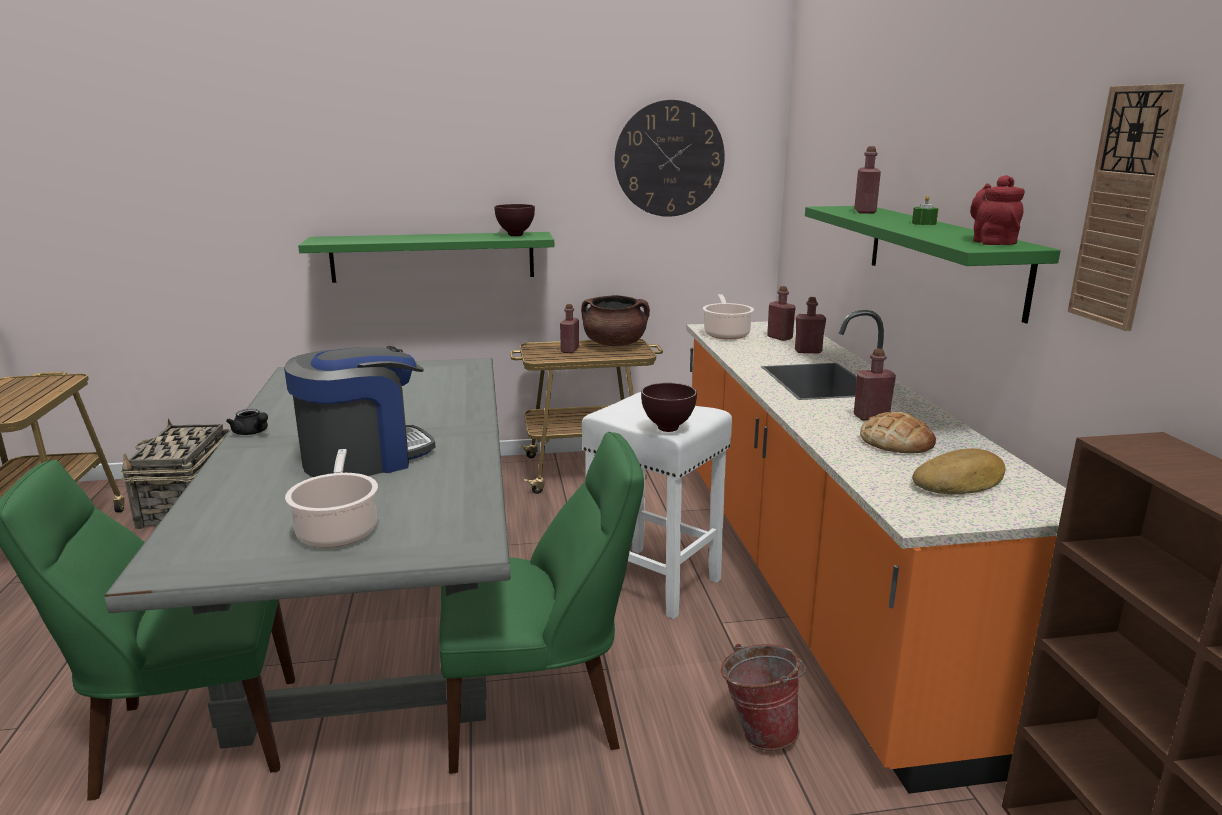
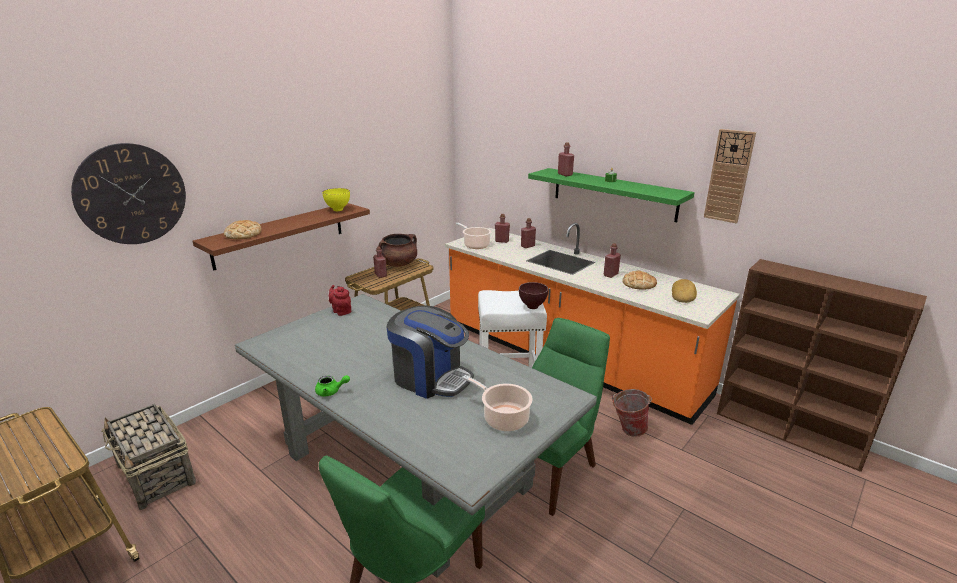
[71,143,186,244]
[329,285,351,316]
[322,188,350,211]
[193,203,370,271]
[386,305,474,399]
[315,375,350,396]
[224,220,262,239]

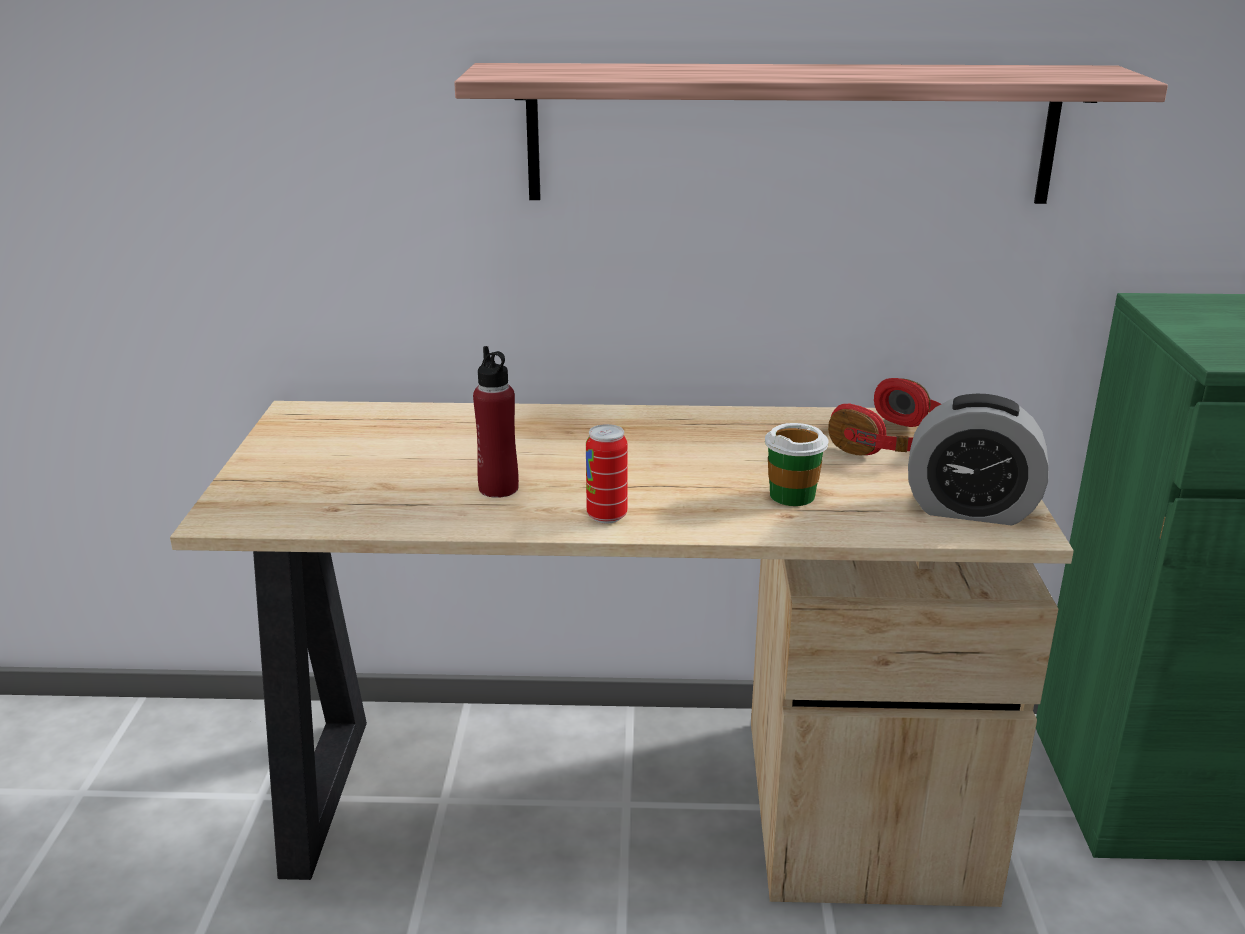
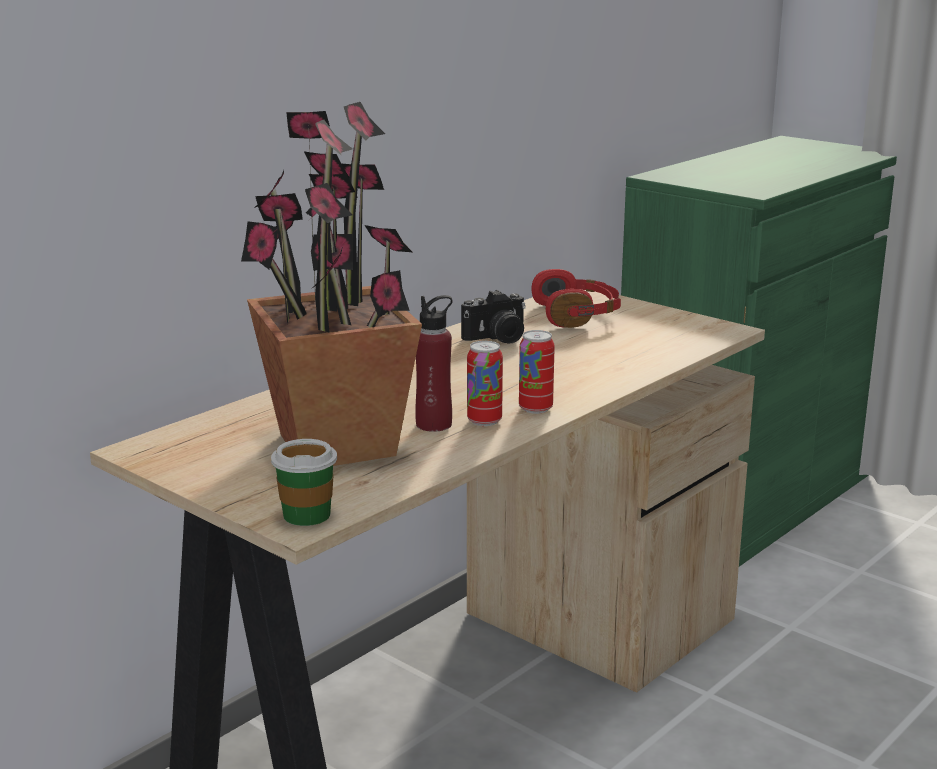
[454,63,1168,204] (first image)
[908,394,1049,525] (first image)
[271,439,337,526]
[241,102,422,466]
[461,290,526,343]
[467,341,503,426]

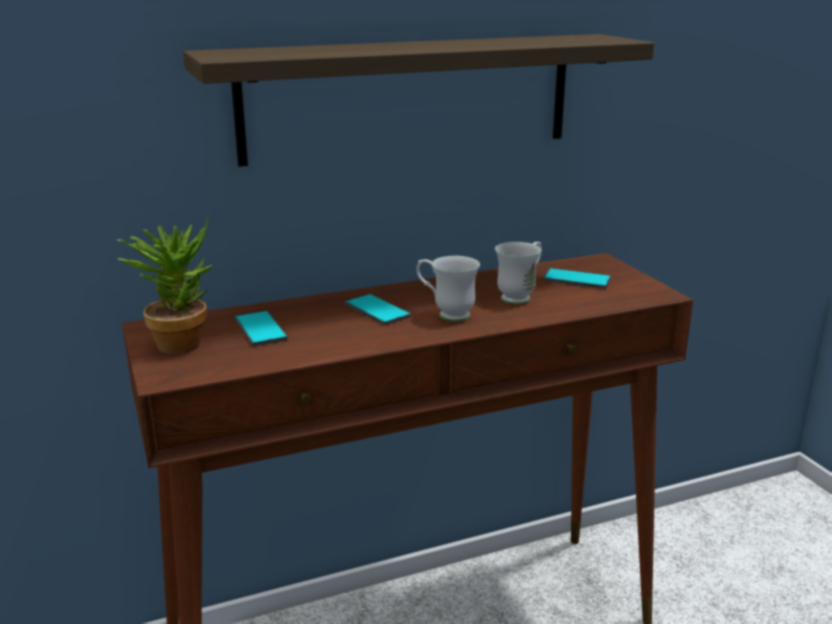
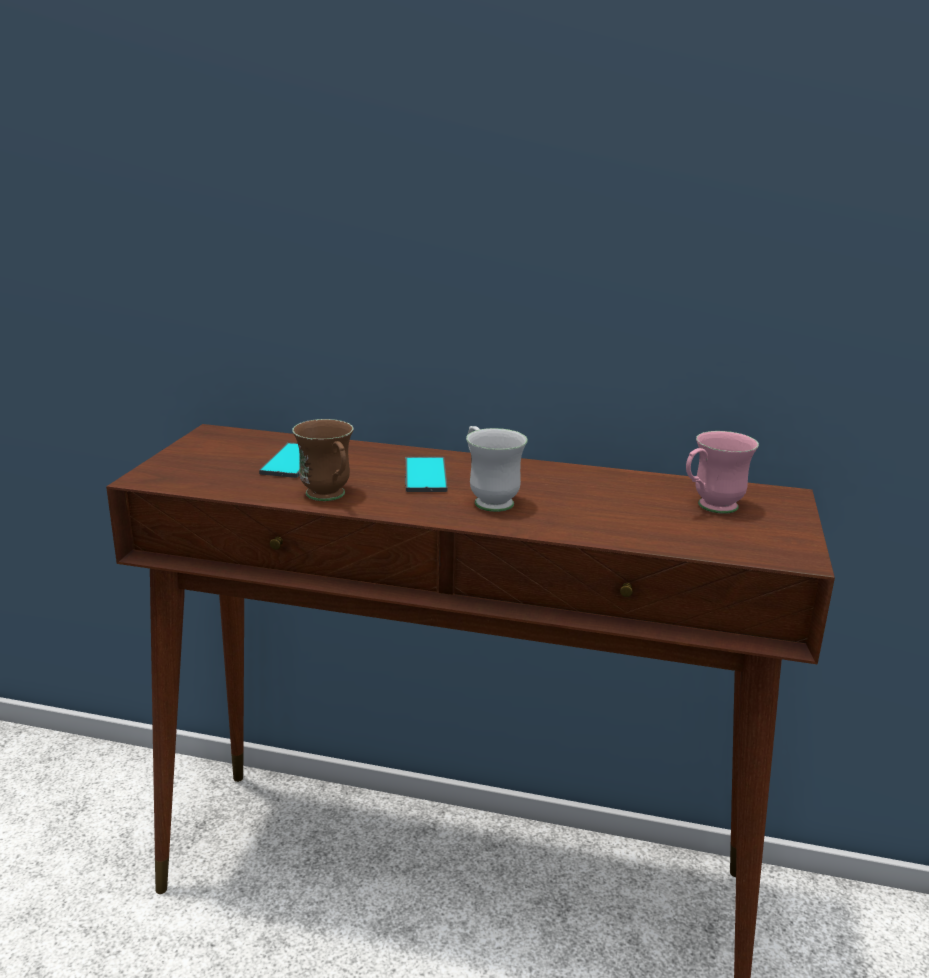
[183,34,654,167] (first image)
[118,218,213,354] (first image)
[495,242,542,304] (first image)
[686,431,759,514]
[292,419,353,501]

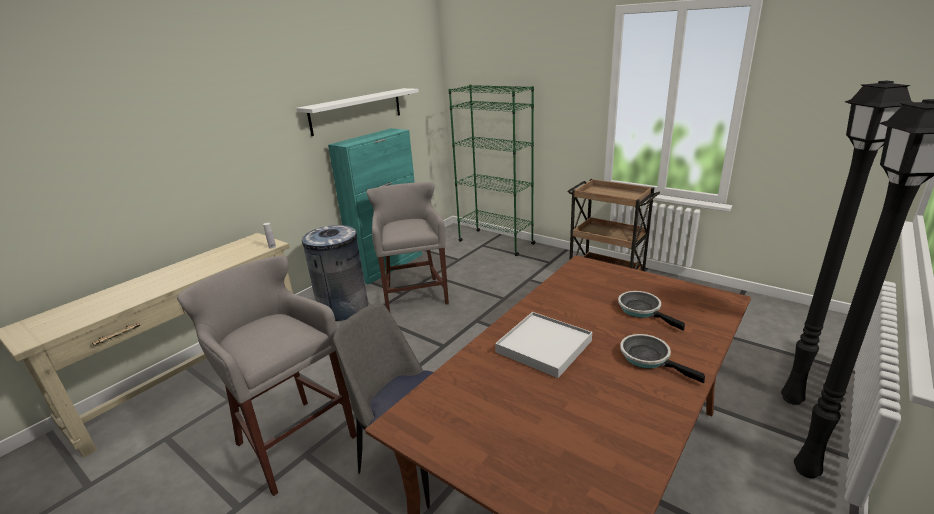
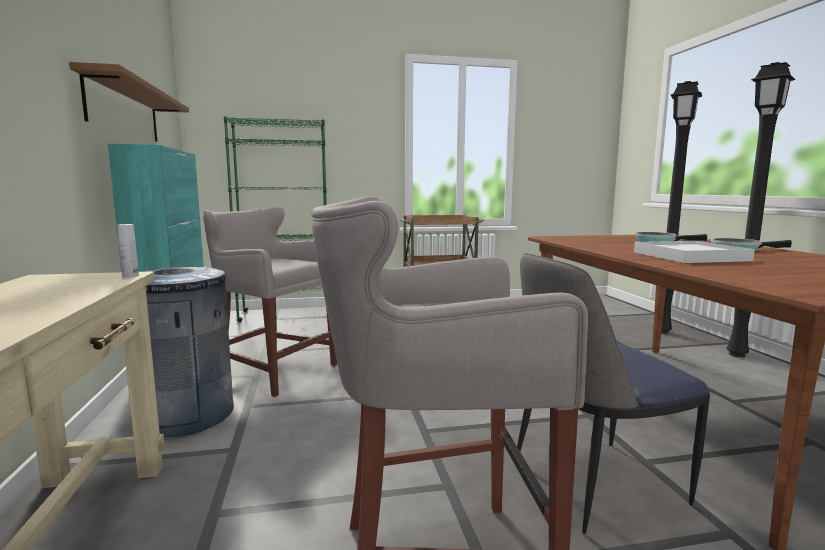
[69,62,189,142]

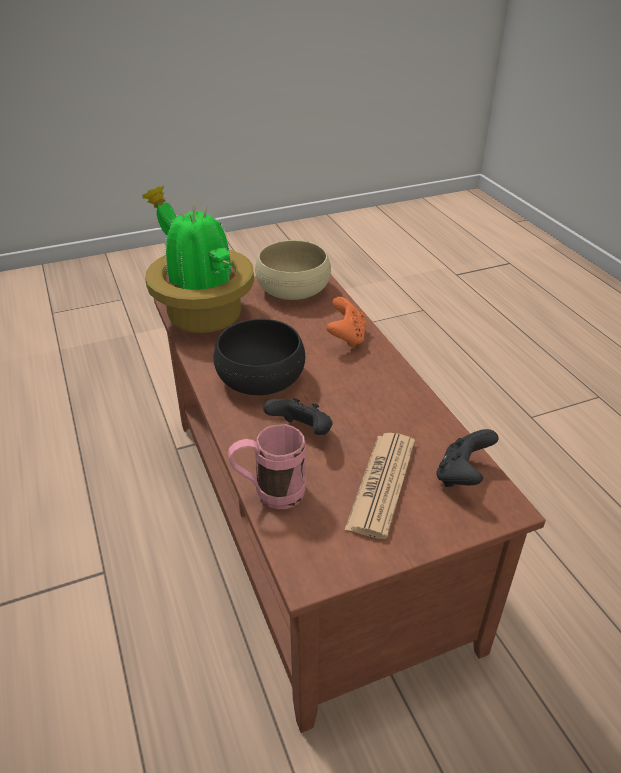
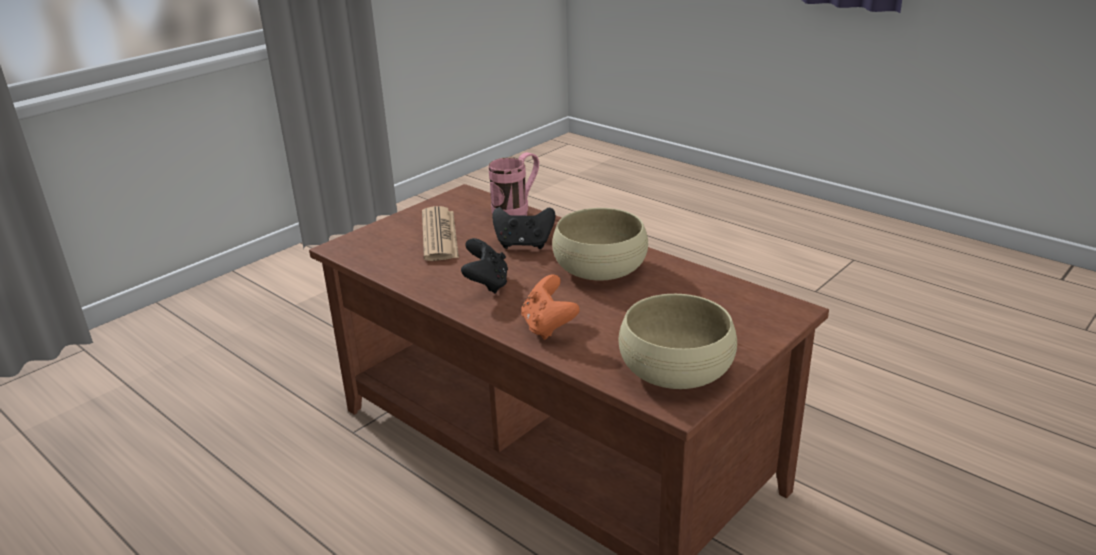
[142,185,254,333] (first image)
[552,208,648,281]
[461,238,508,294]

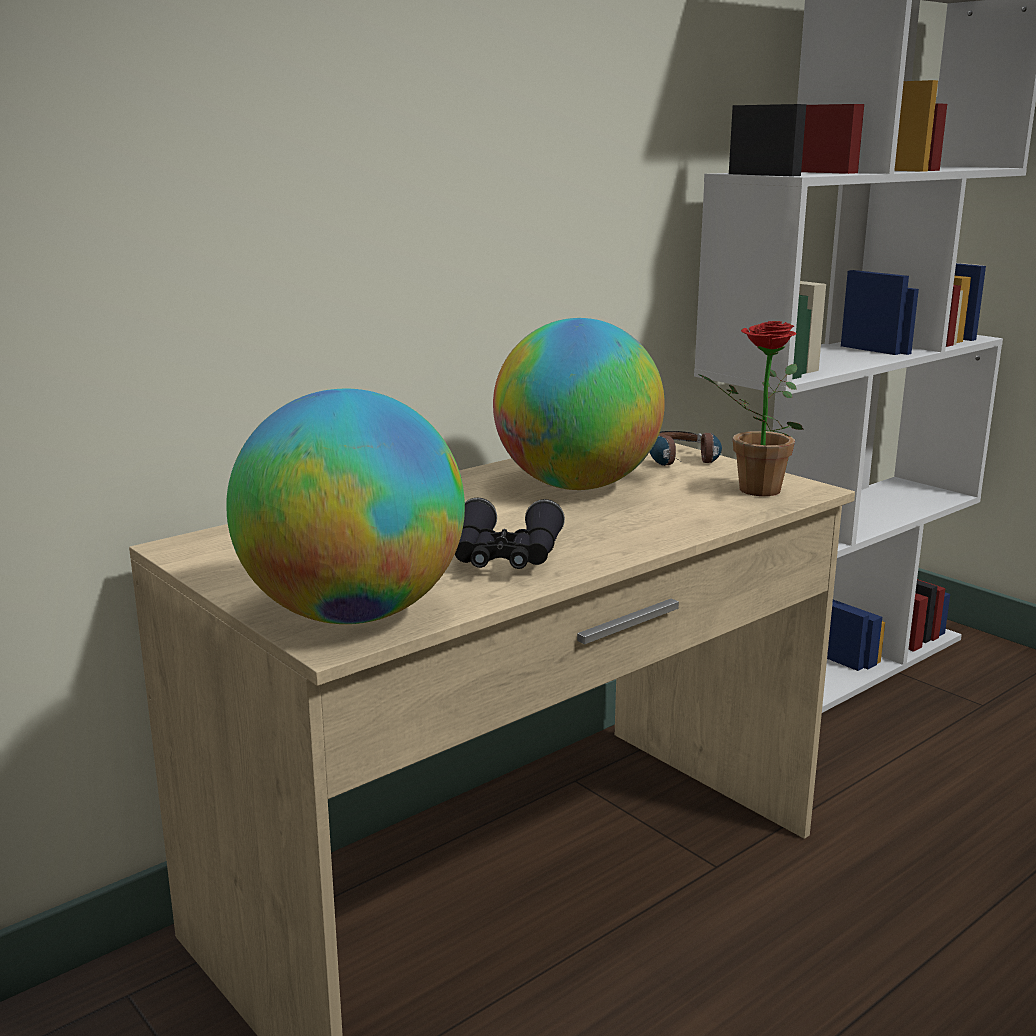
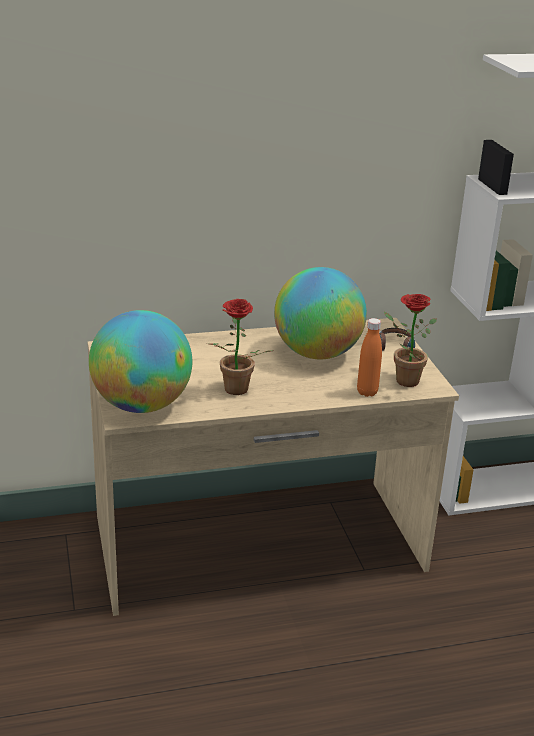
[208,299,272,395]
[357,318,382,397]

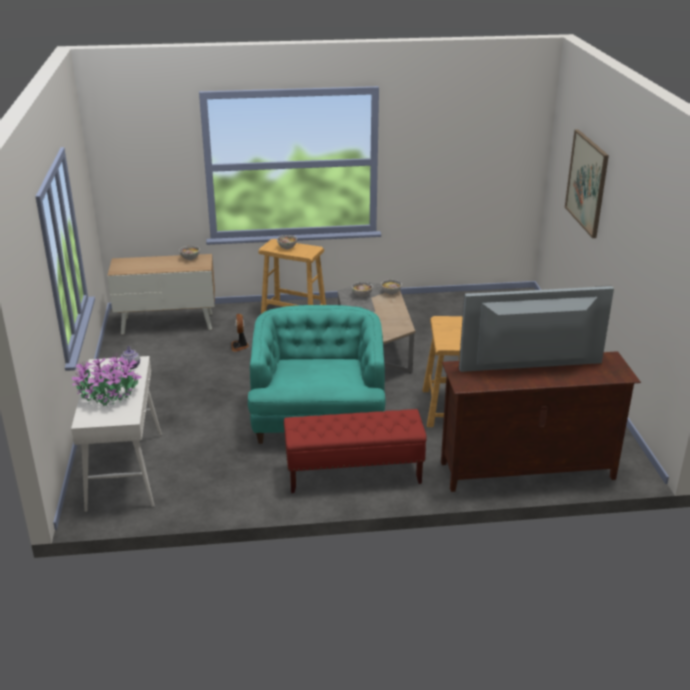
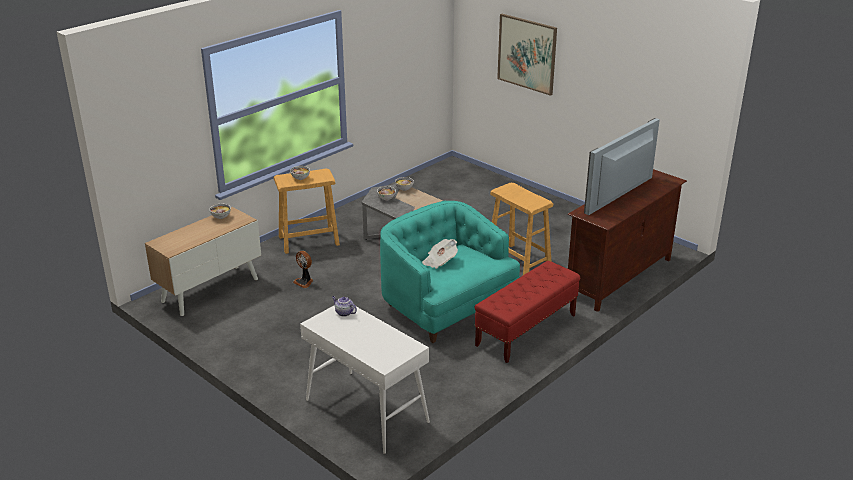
[72,352,142,406] (first image)
[422,239,458,269]

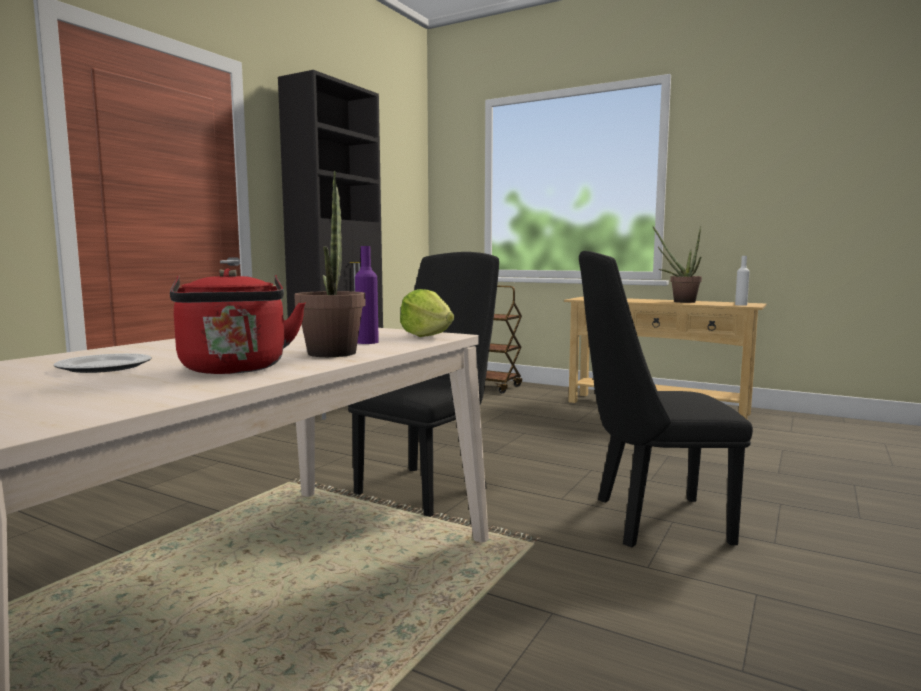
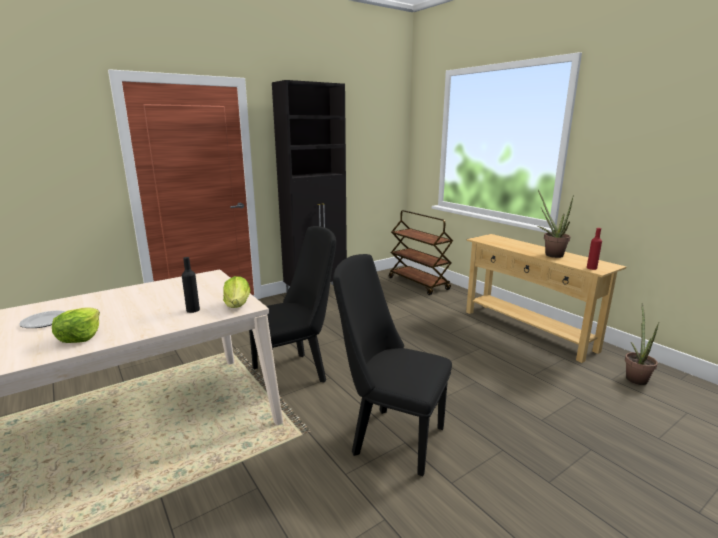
[625,304,659,385]
[182,257,200,313]
[587,228,602,270]
[52,307,100,343]

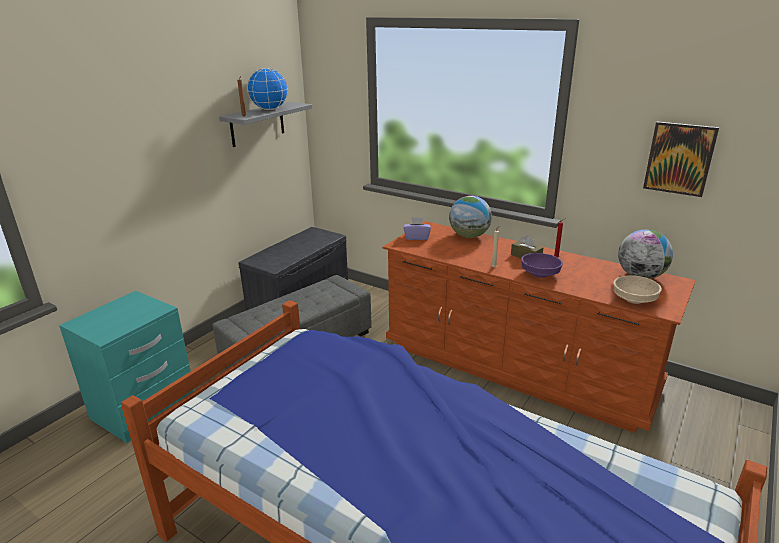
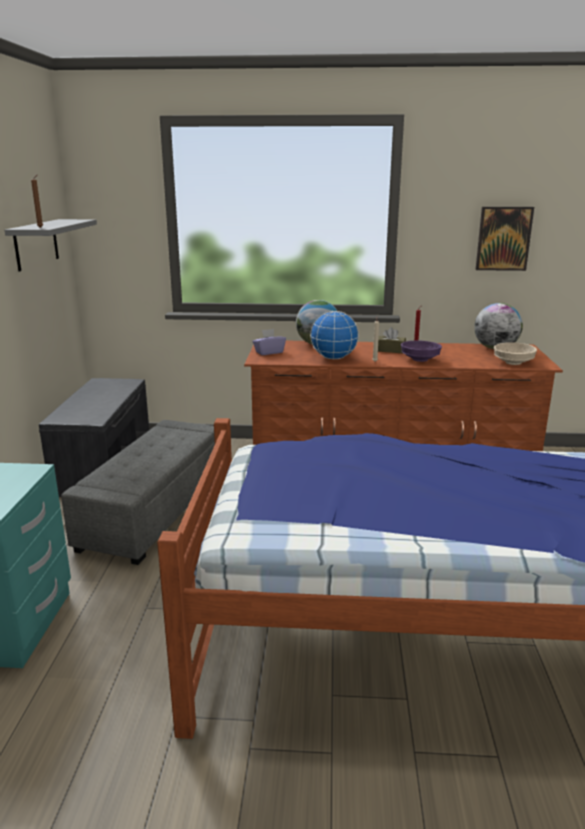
[310,311,359,359]

